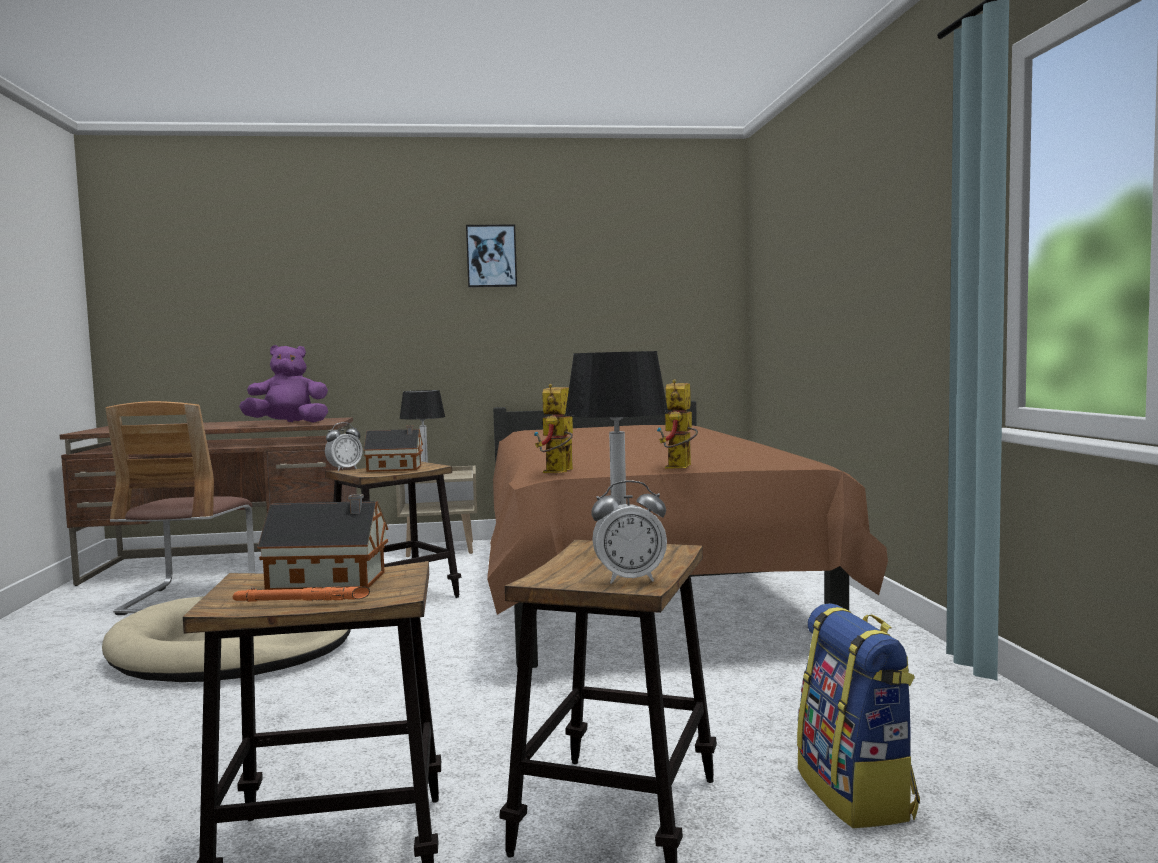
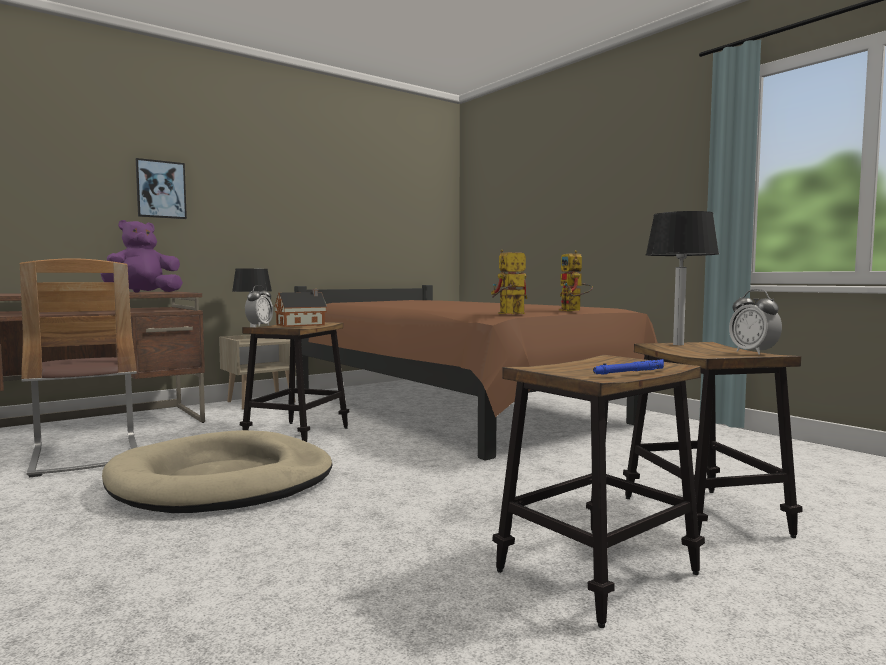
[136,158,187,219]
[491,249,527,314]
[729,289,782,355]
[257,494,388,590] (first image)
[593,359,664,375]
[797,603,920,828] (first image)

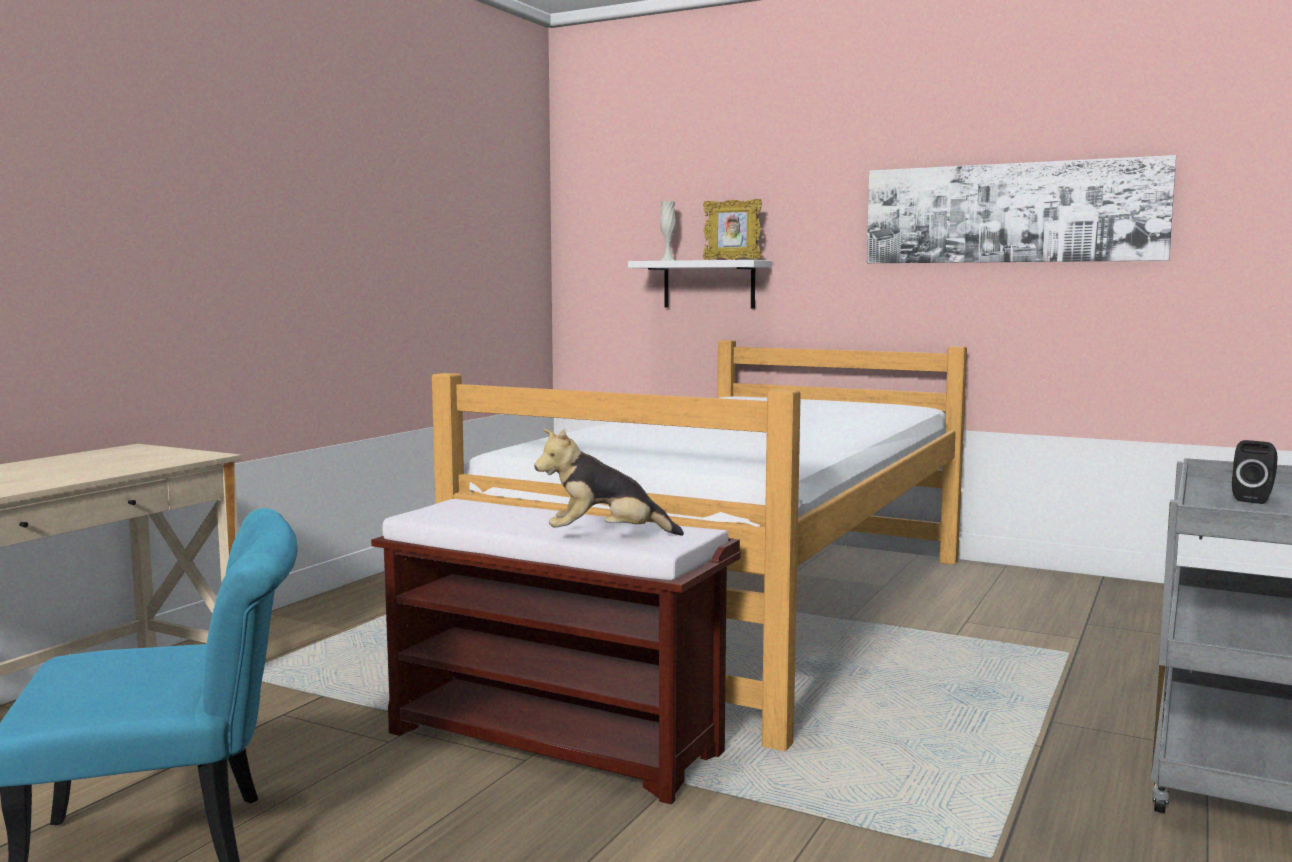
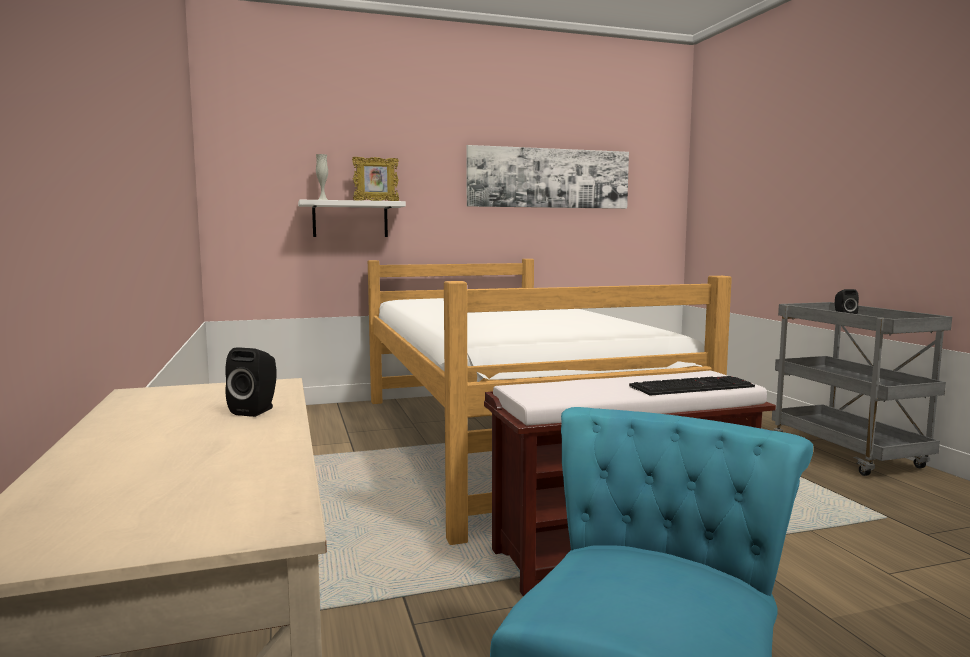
[629,376,755,396]
[225,347,276,417]

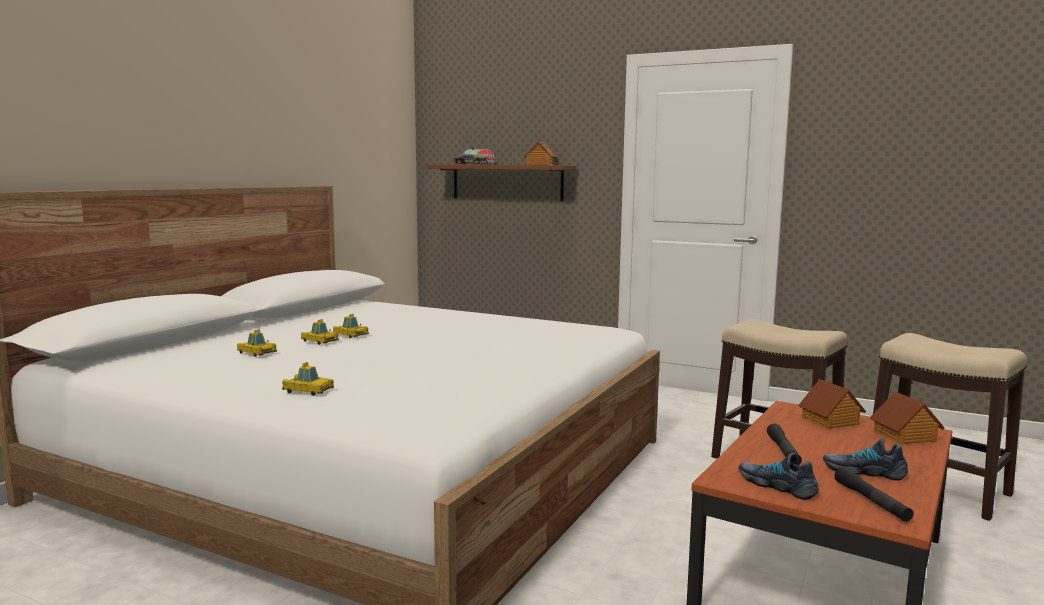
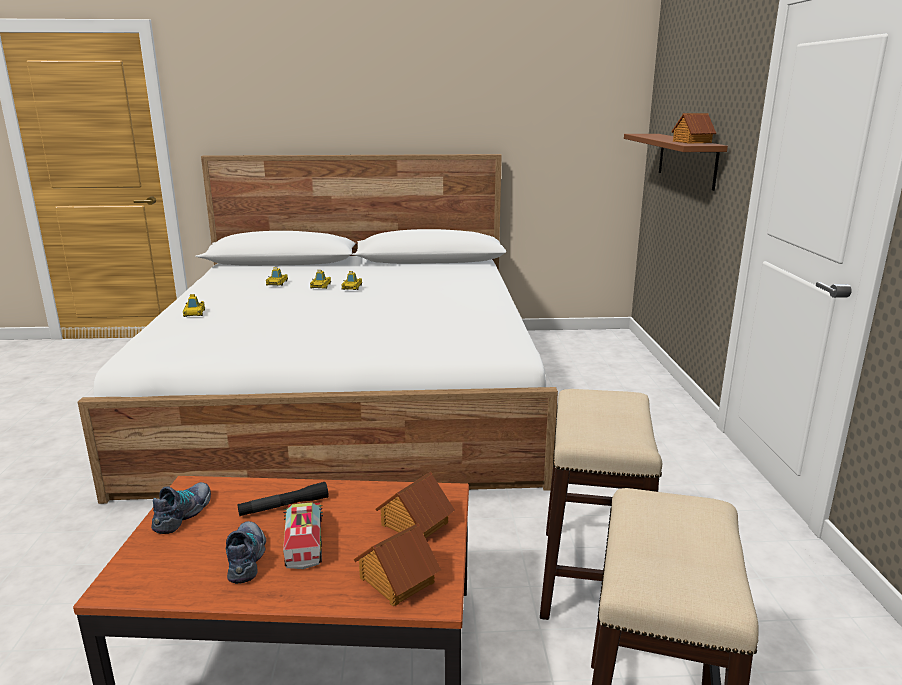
[283,502,323,569]
[834,467,914,522] (first image)

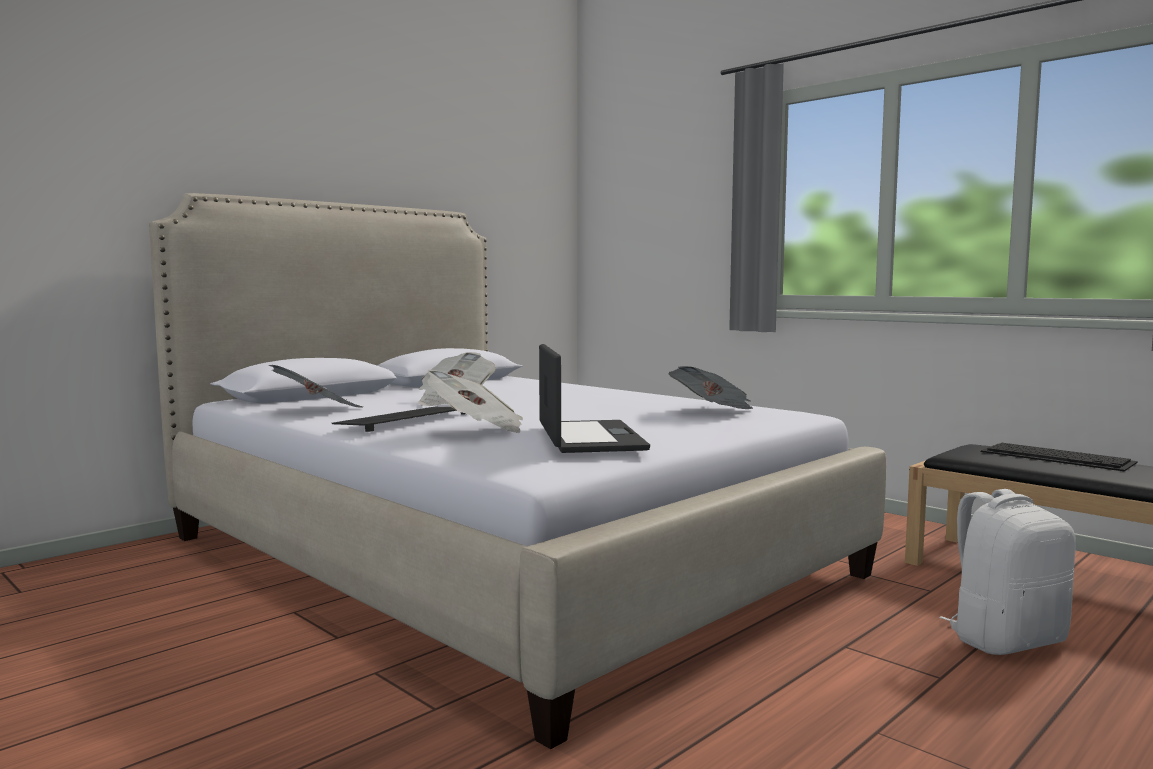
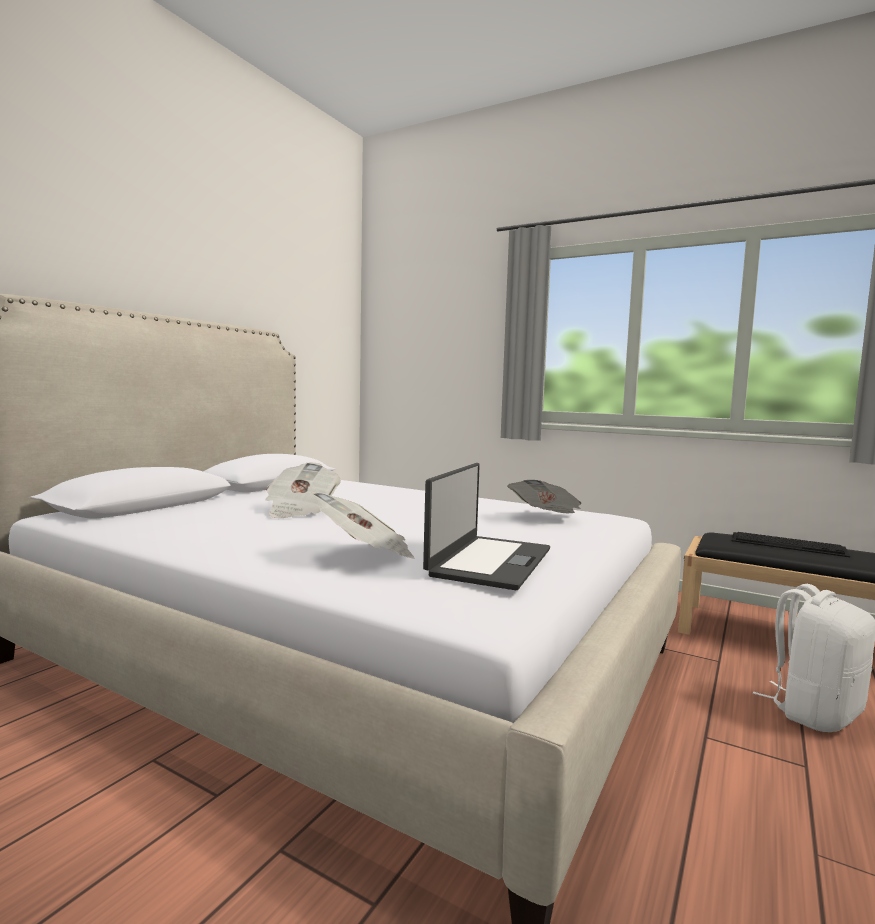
[423,463,550,590]
[269,365,363,408] (first image)
[332,407,466,432] (first image)

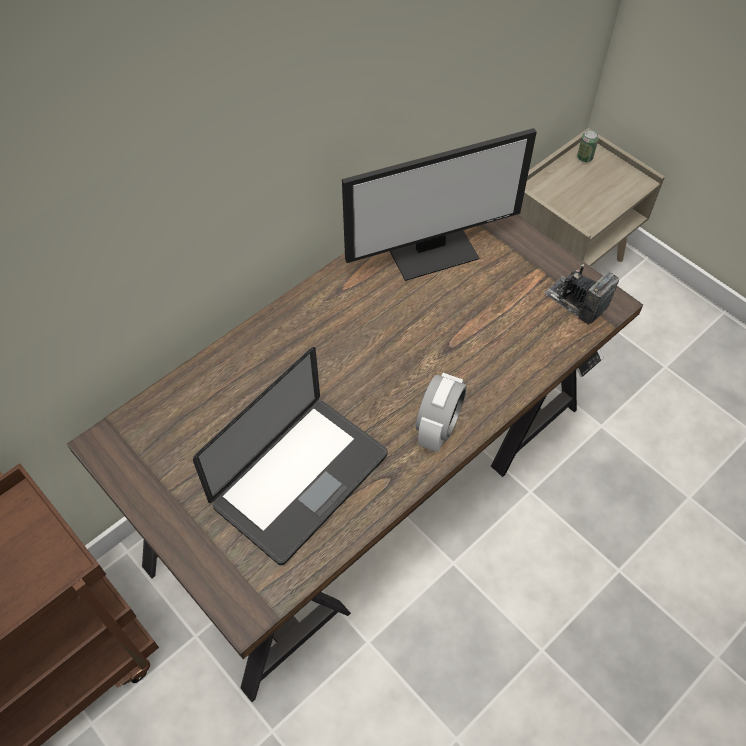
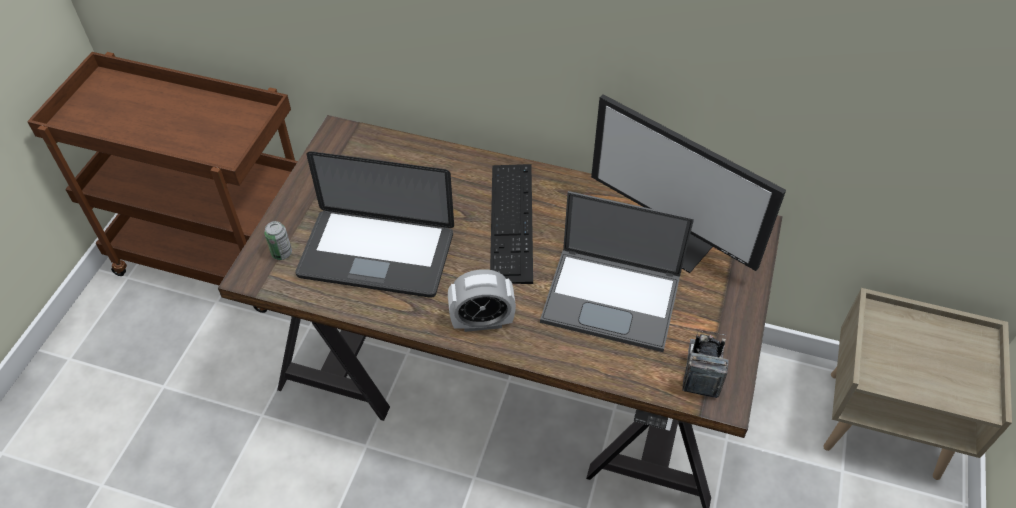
[264,221,292,260]
[490,164,533,284]
[540,191,694,352]

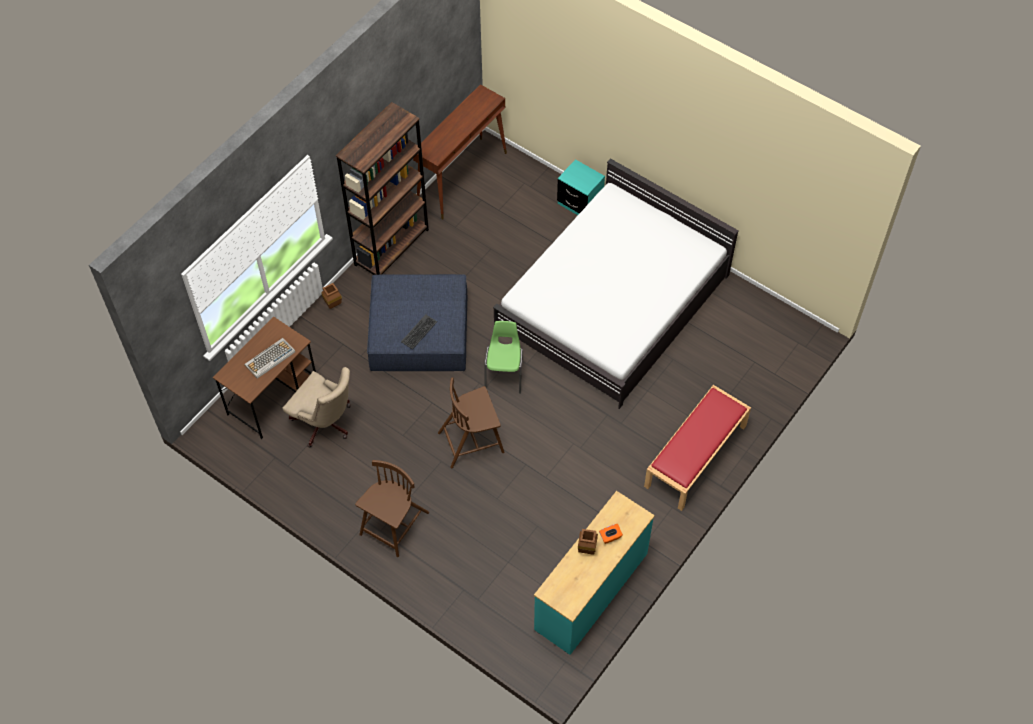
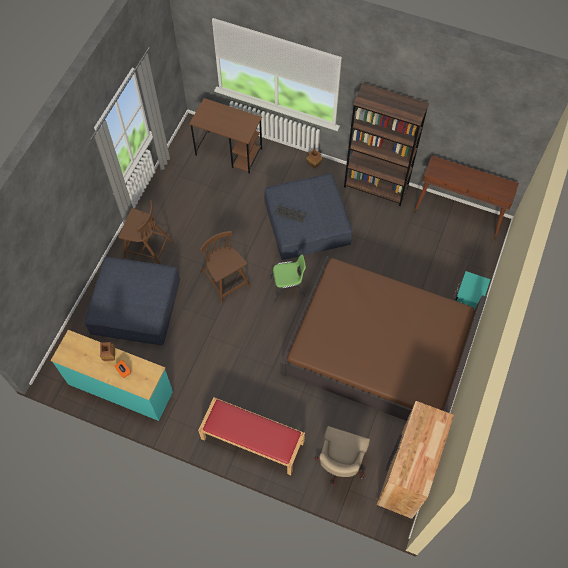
[280,256,487,421]
[244,338,295,379] (first image)
[315,426,370,486]
[84,257,180,345]
[377,401,454,519]

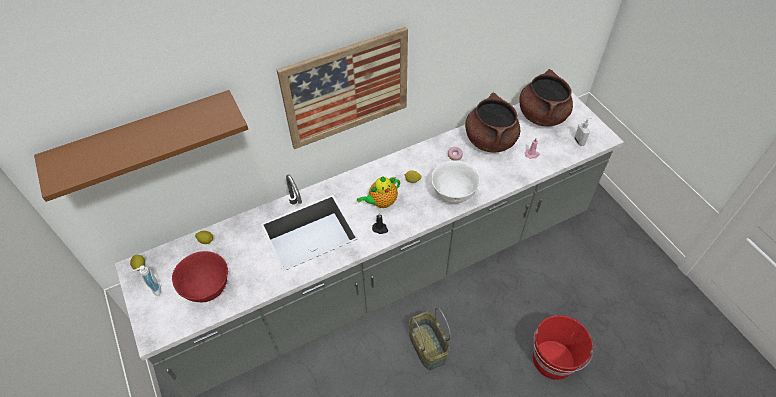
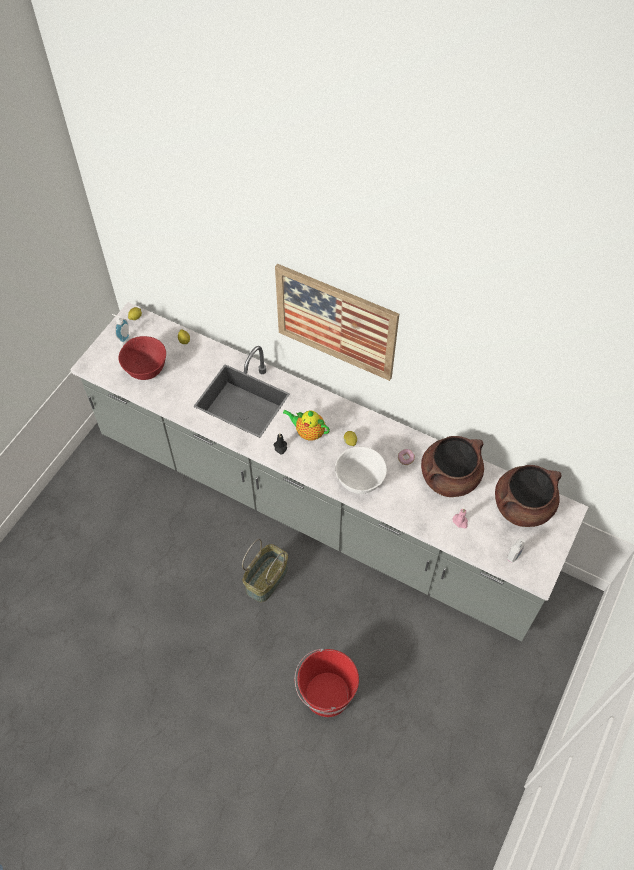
[34,90,248,202] (first image)

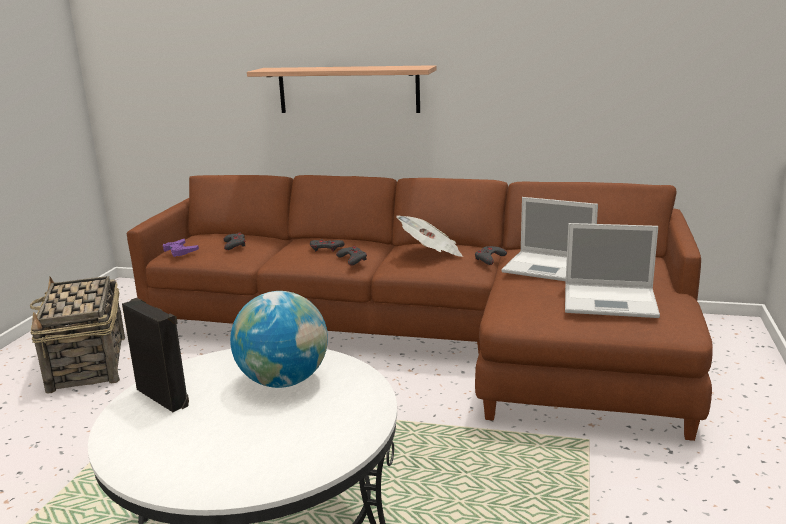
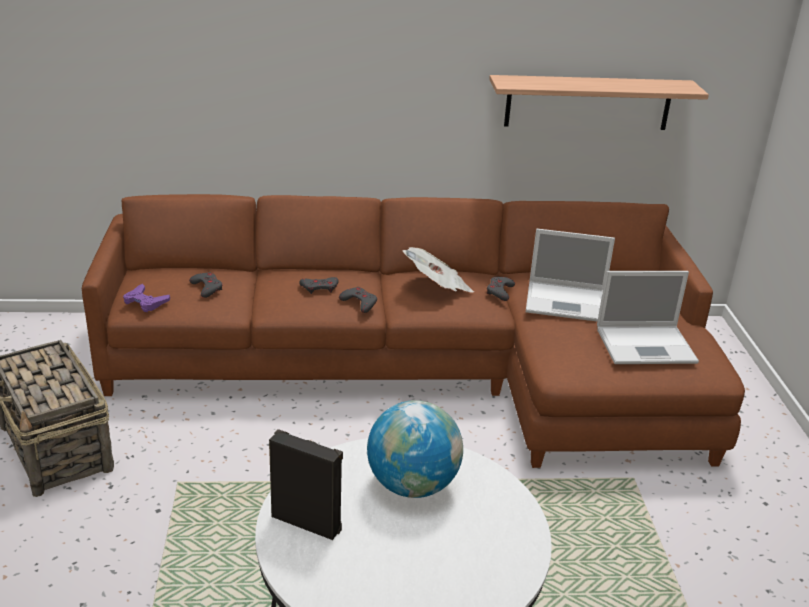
[489,75,709,130]

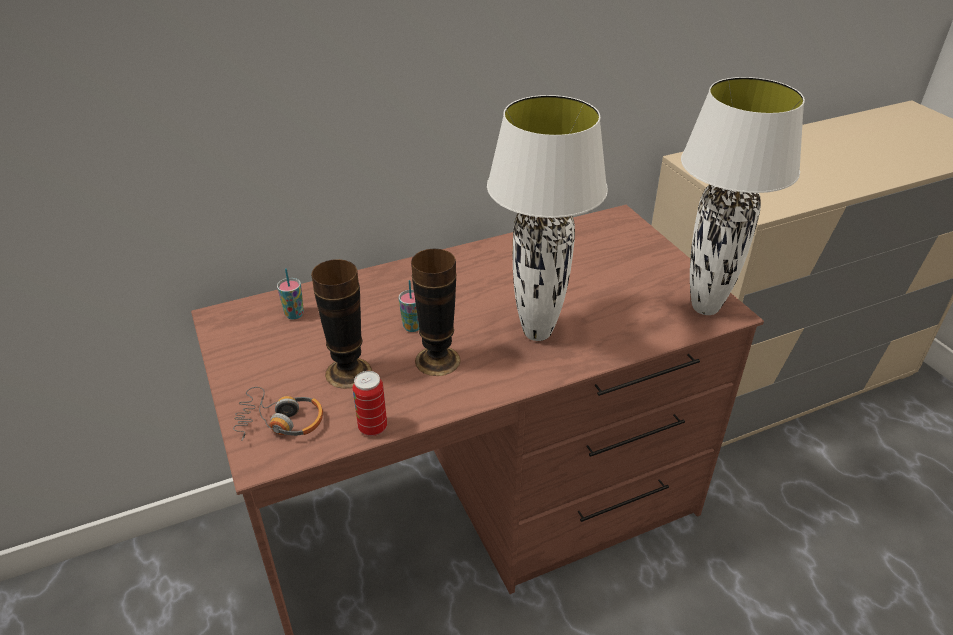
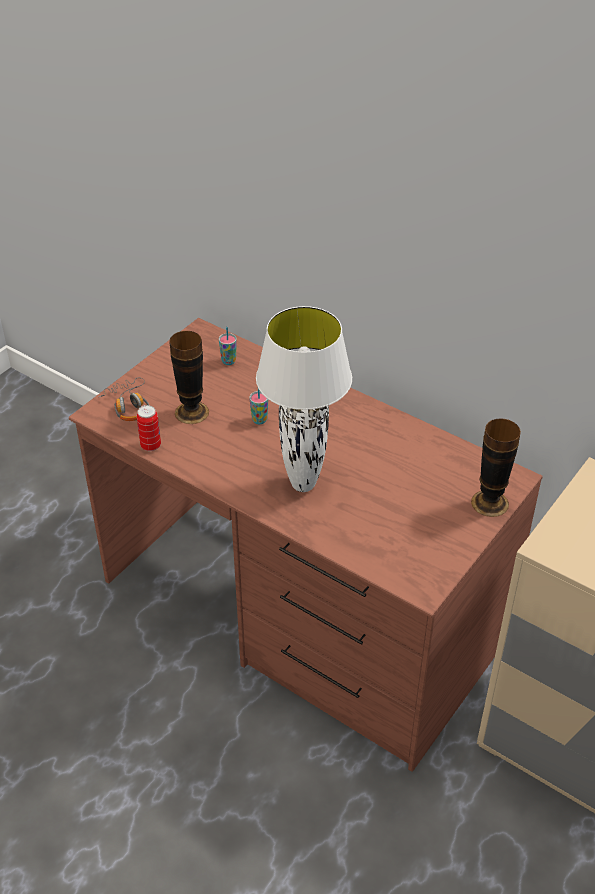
[681,77,805,315] (first image)
[471,418,521,517]

